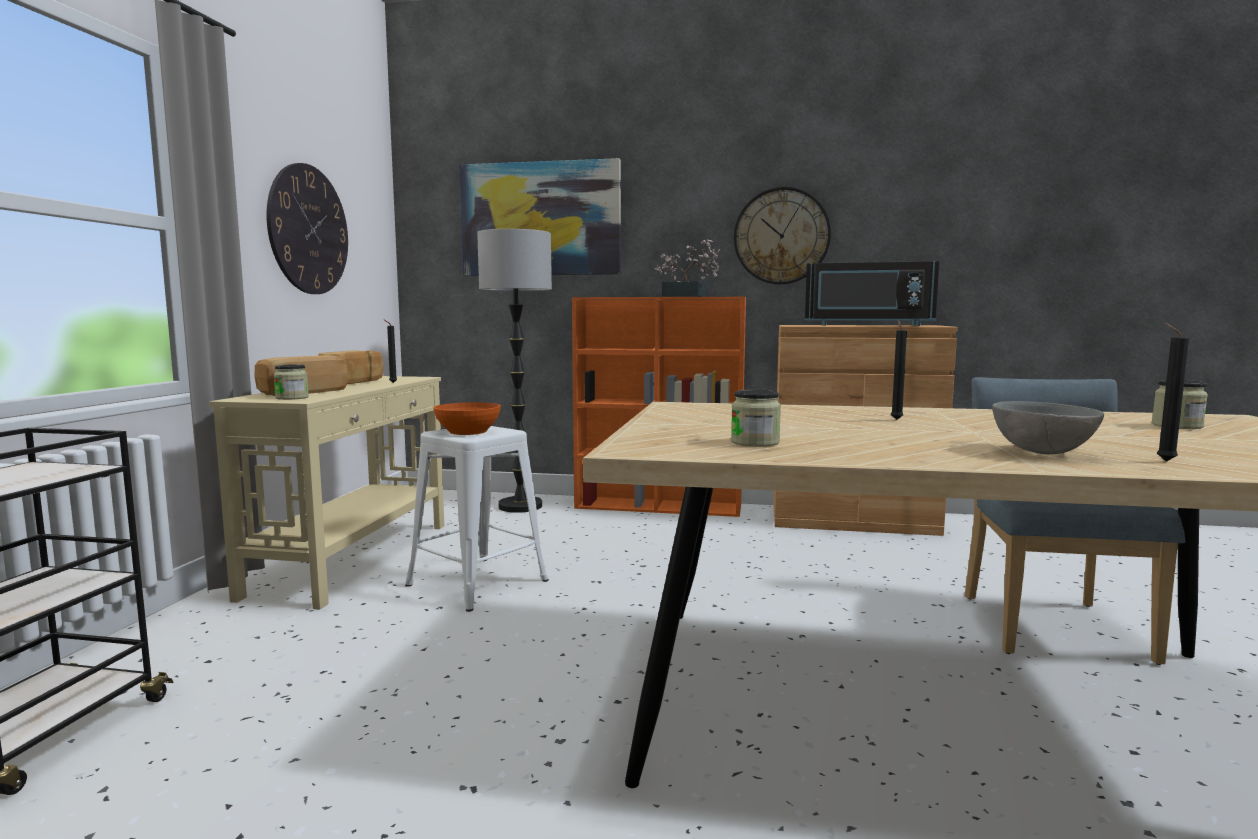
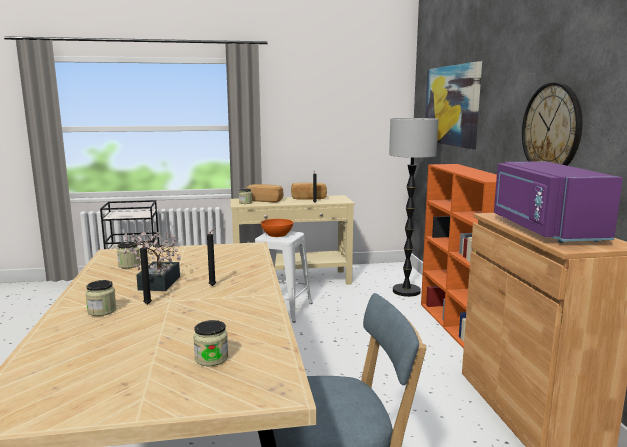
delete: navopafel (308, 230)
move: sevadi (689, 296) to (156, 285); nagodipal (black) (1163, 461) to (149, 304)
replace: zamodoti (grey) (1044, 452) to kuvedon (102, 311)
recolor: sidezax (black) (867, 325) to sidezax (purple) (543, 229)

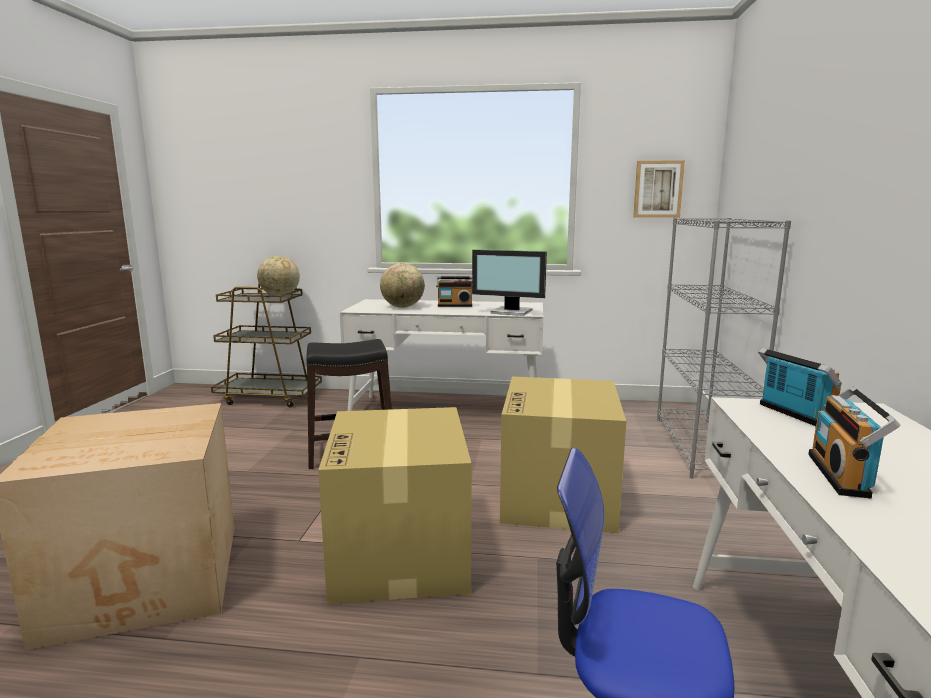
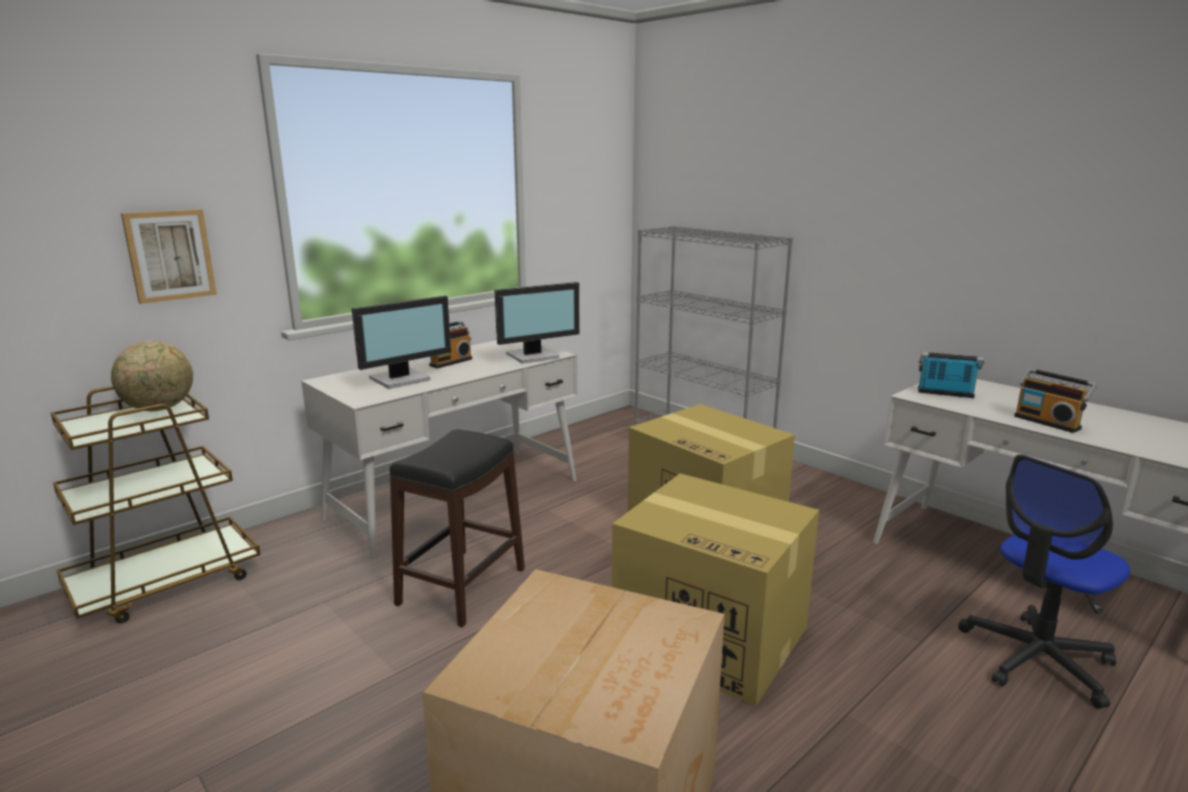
move: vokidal (658, 189) to (170, 255)
replace: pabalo (403, 307) to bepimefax (401, 379)

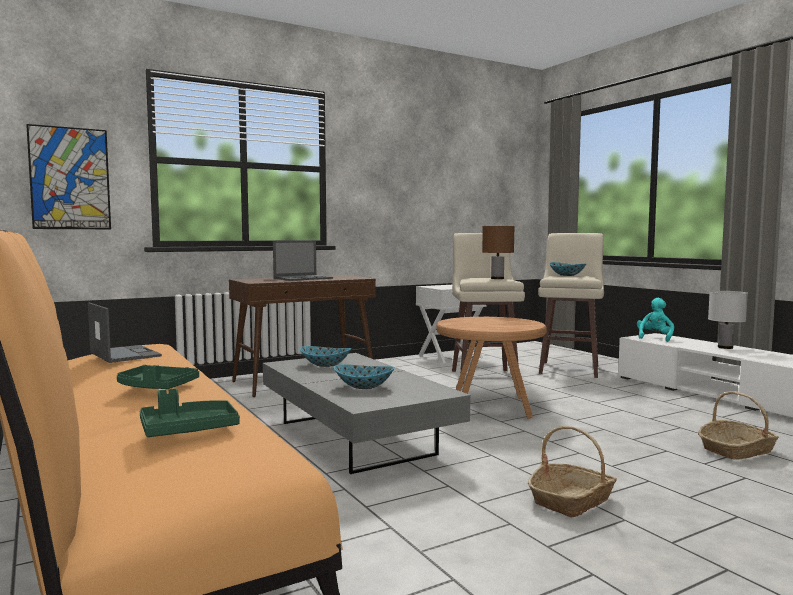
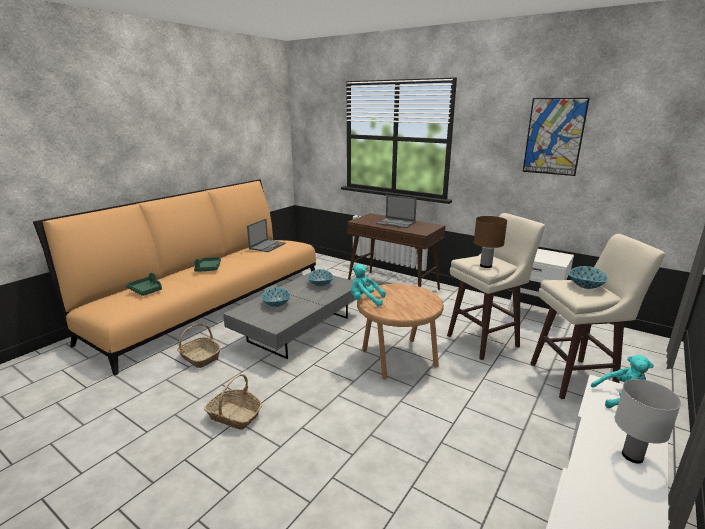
insert: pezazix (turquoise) (365, 301)
move: vokidal (70, 178) to (554, 136); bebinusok (736, 450) to (199, 357)

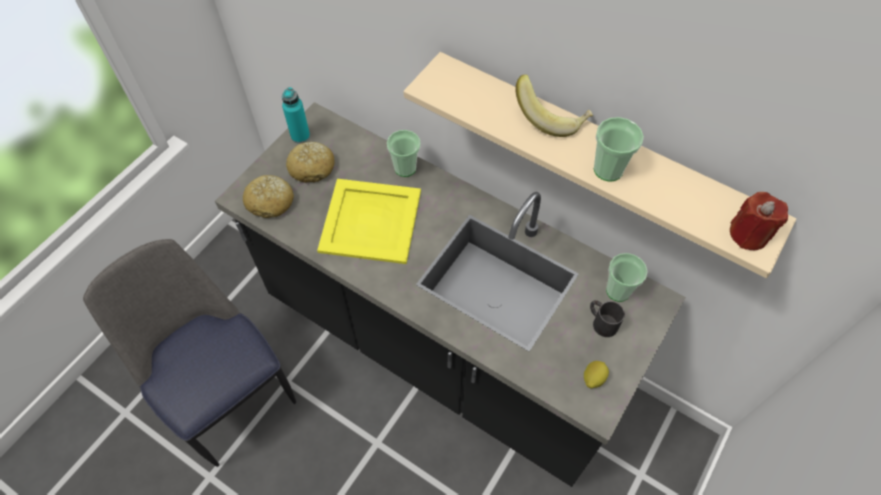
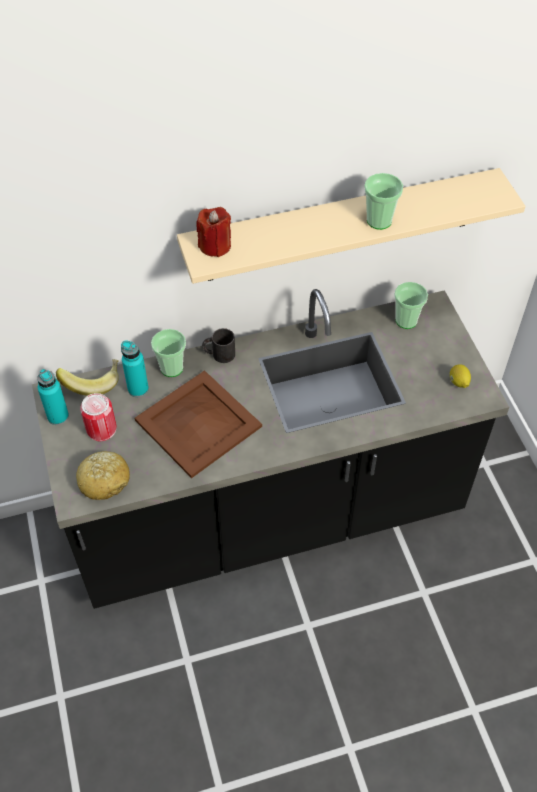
delete: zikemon (226, 393)
insert: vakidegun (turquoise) (138, 389)
move: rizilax (551, 117) to (92, 382); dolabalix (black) (601, 321) to (219, 354); nagodipal (red) (748, 234) to (215, 246)
replace: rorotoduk (312, 168) to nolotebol (101, 429)
recolor: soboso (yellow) (371, 222) to soboso (brown) (199, 423)

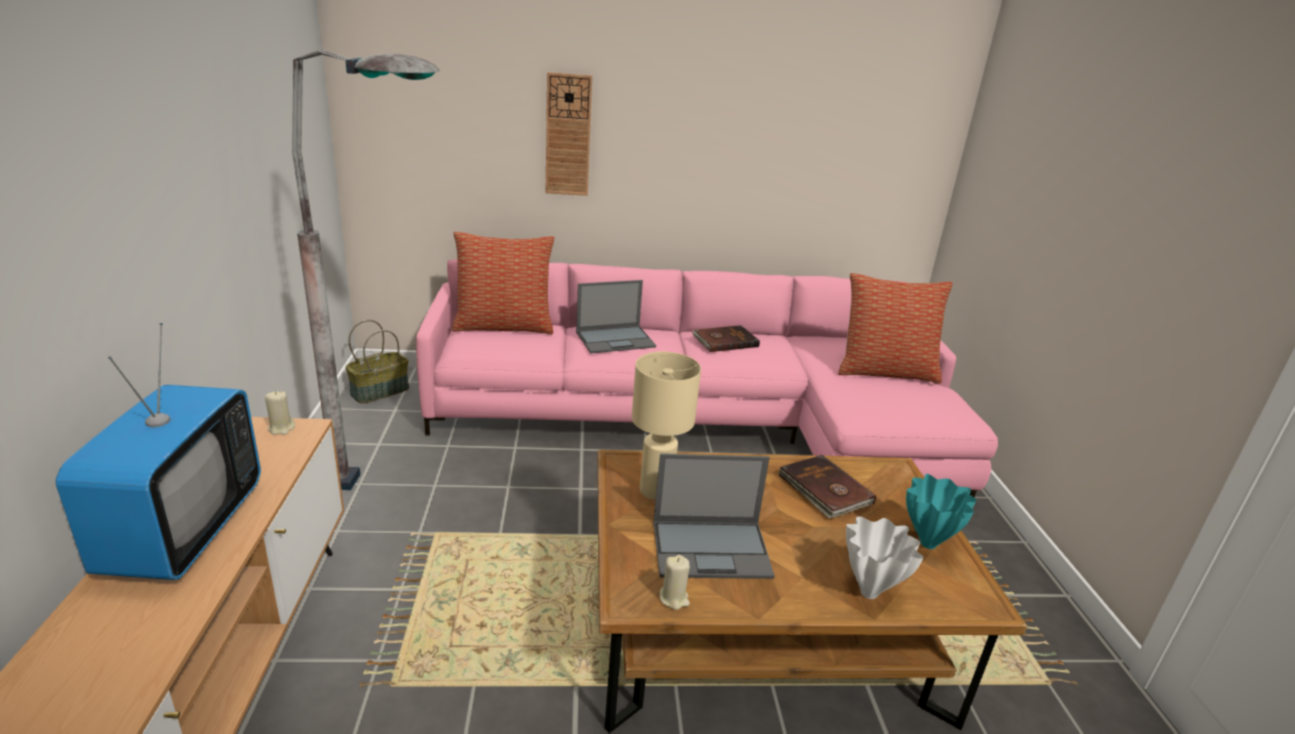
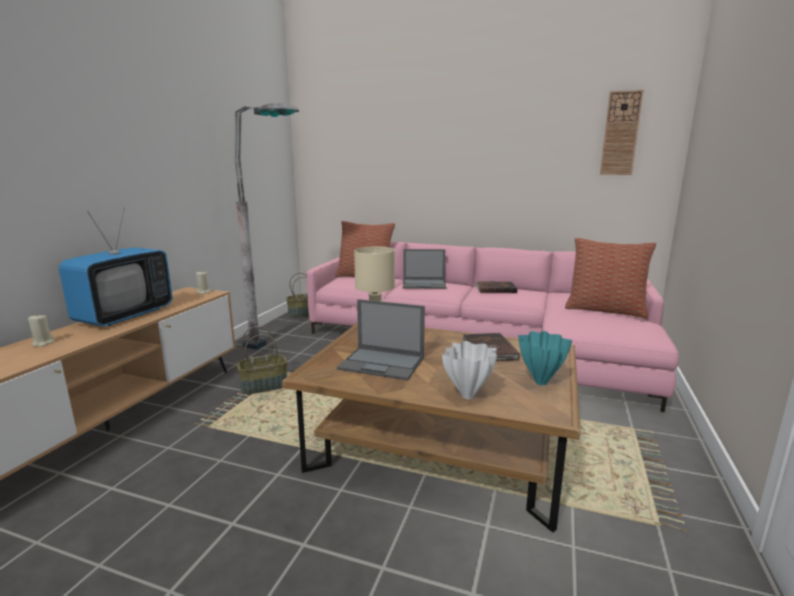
insert: bebinusok (264, 386)
move: navopafel (568, 135) to (620, 133); nagodipal (beige) (674, 598) to (43, 343)

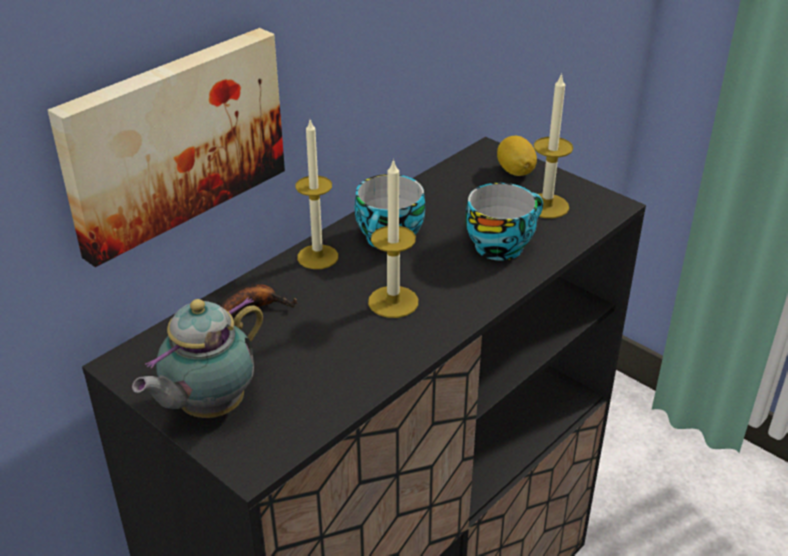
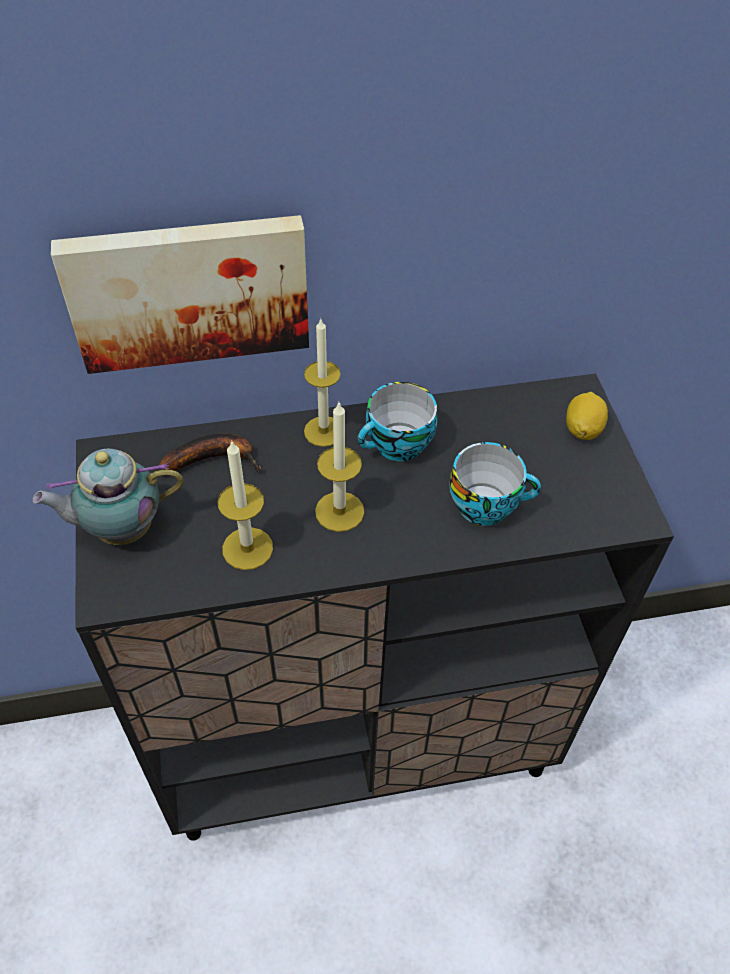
move: nagodipal (546, 206) to (247, 548)

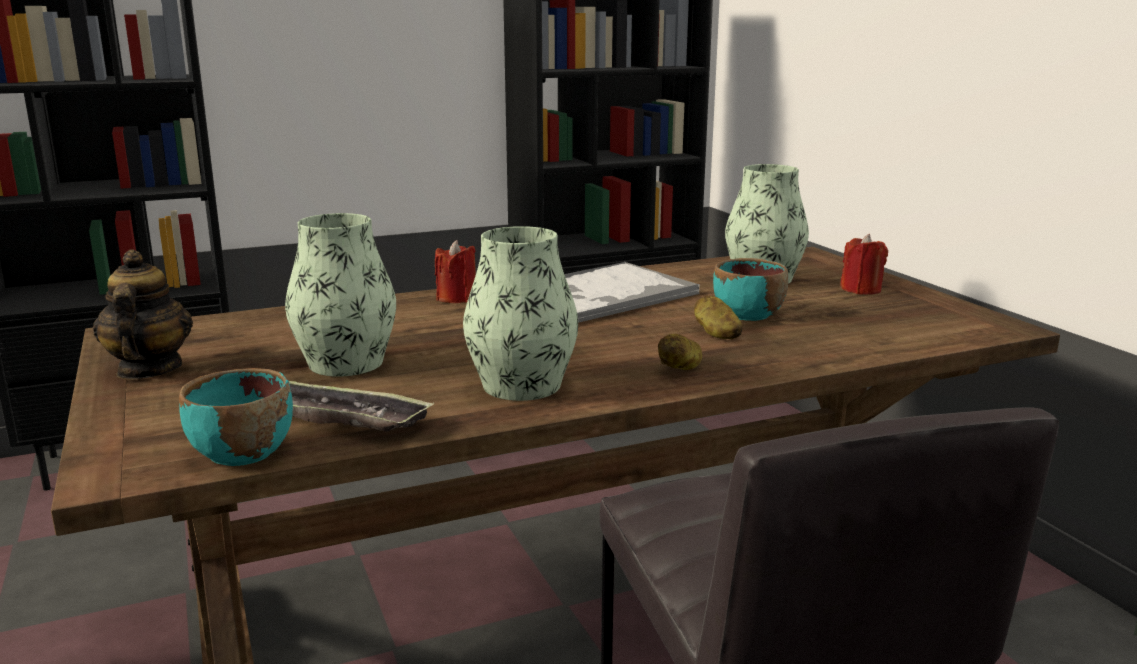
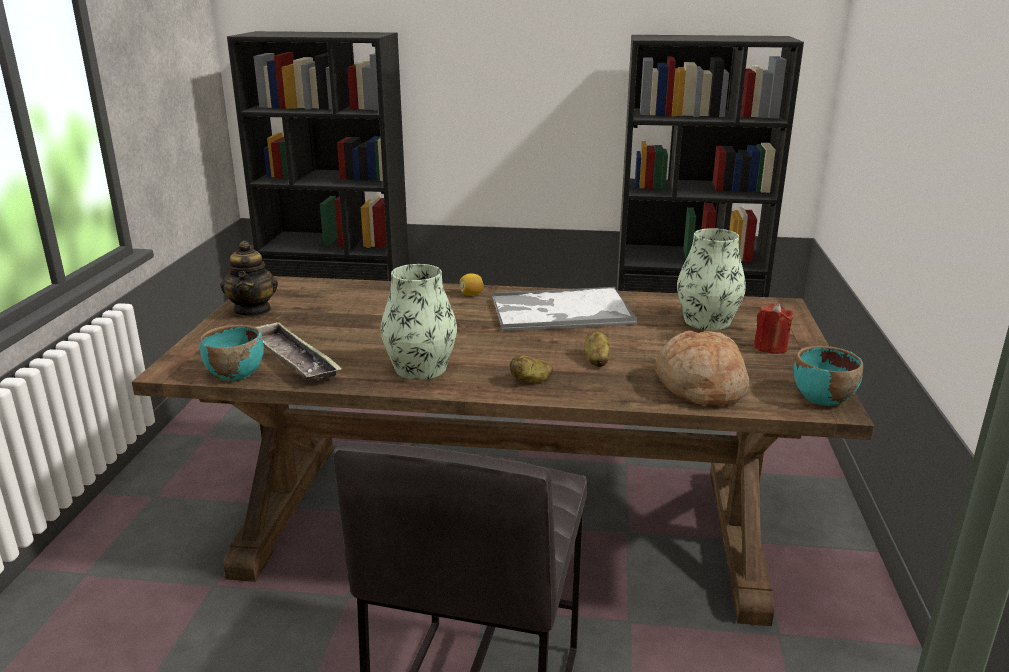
delete: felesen (346, 363)
insert: rorotoduk (700, 386)
move: zamodoti (turquoise) (747, 315) to (822, 397)
replace: nagodipal (red) (457, 298) to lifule (471, 294)
rotate: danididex (148, 370) = (253, 310) 150 degrees clockwise

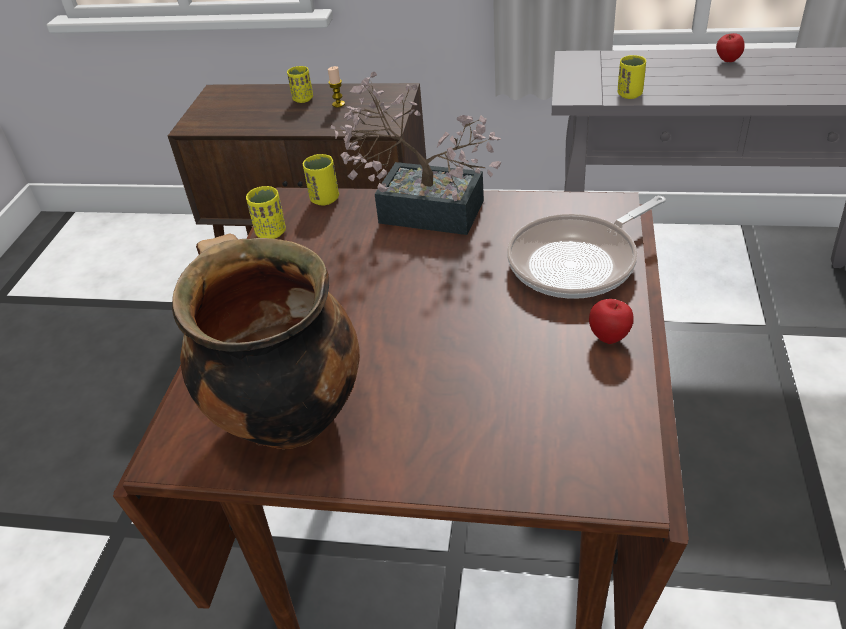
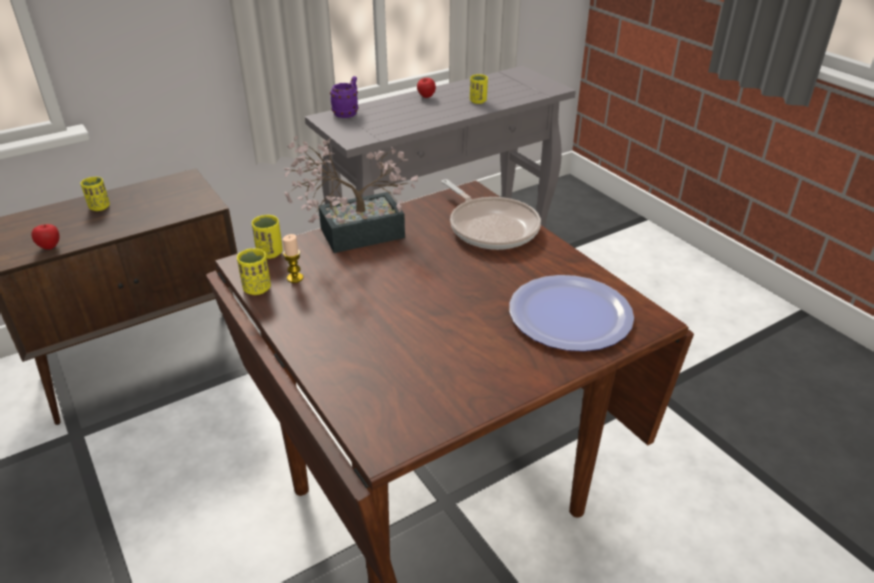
delete: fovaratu (286, 416)
insert: dolabalix (purple) (348, 113); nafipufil (570, 314)
move: nagodipal (338, 104) to (295, 278); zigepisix (609, 338) to (50, 247); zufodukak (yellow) (629, 94) to (478, 101)
rotate: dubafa (578, 262) = (491, 227) 45 degrees counterclockwise

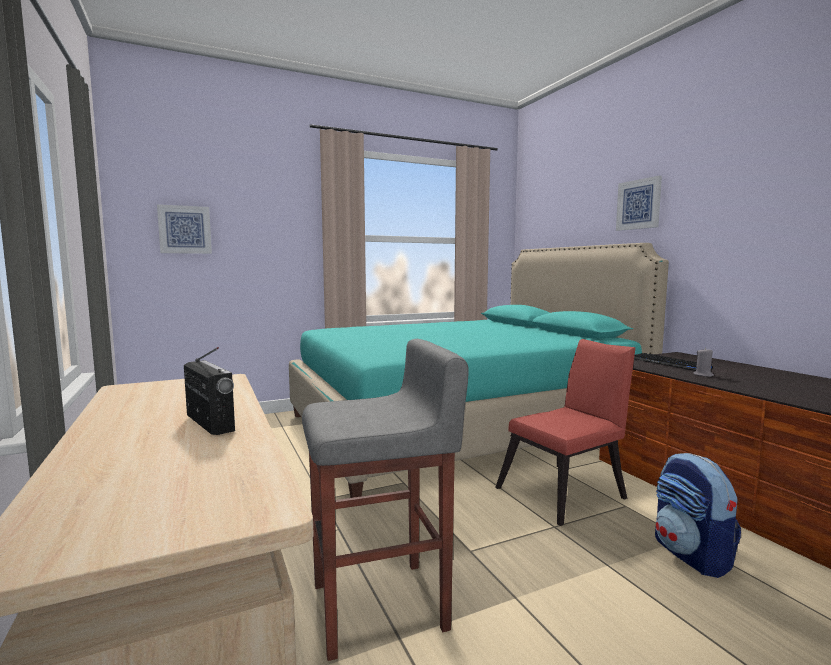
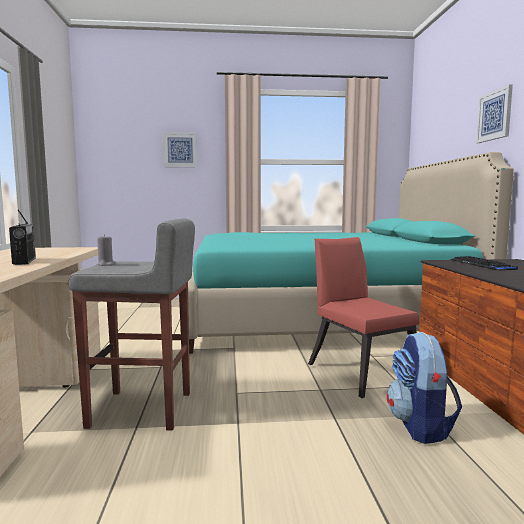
move: vokidal (185, 229) to (180, 150); nagodipal (grey) (703, 375) to (106, 264)
rotate: zikemon (red) (567, 492) = (359, 370) 105 degrees counterclockwise

